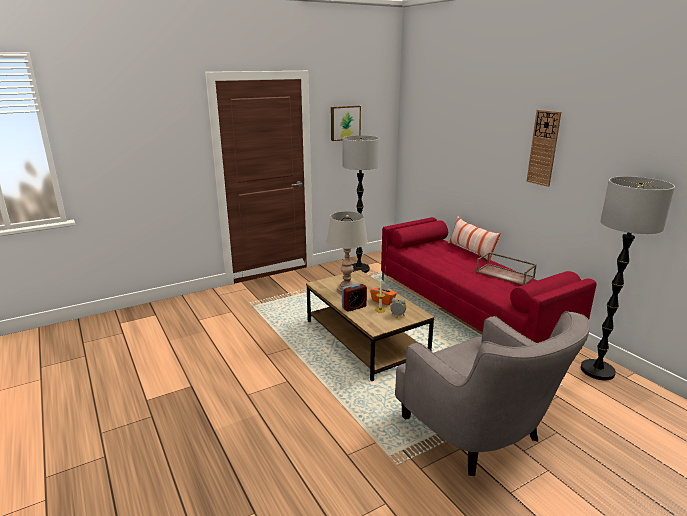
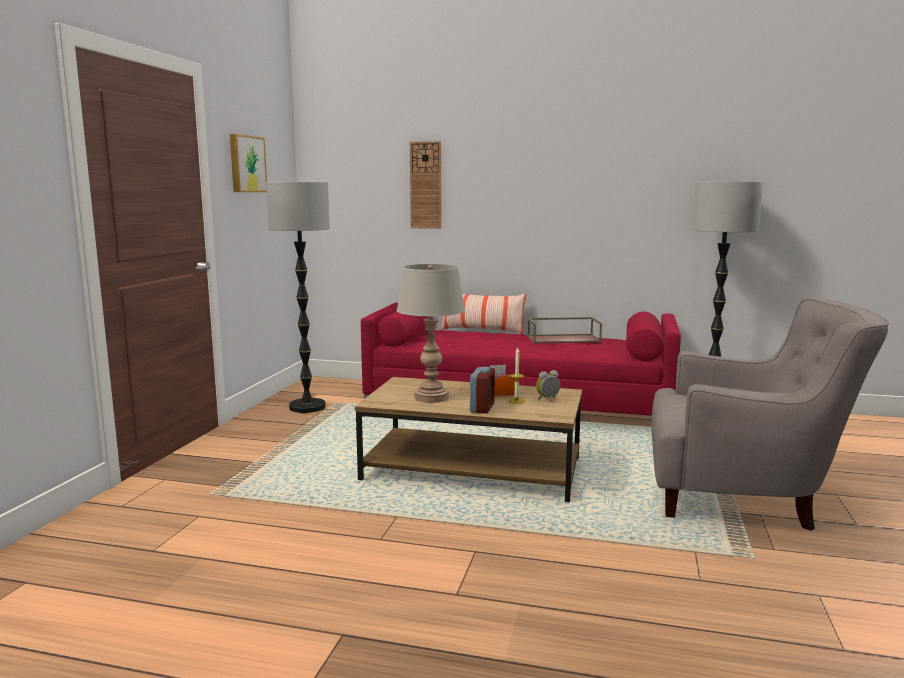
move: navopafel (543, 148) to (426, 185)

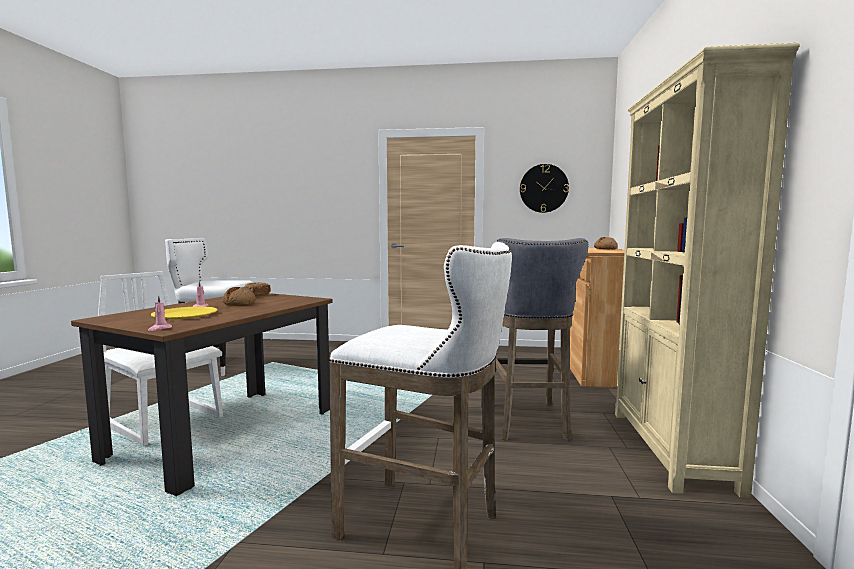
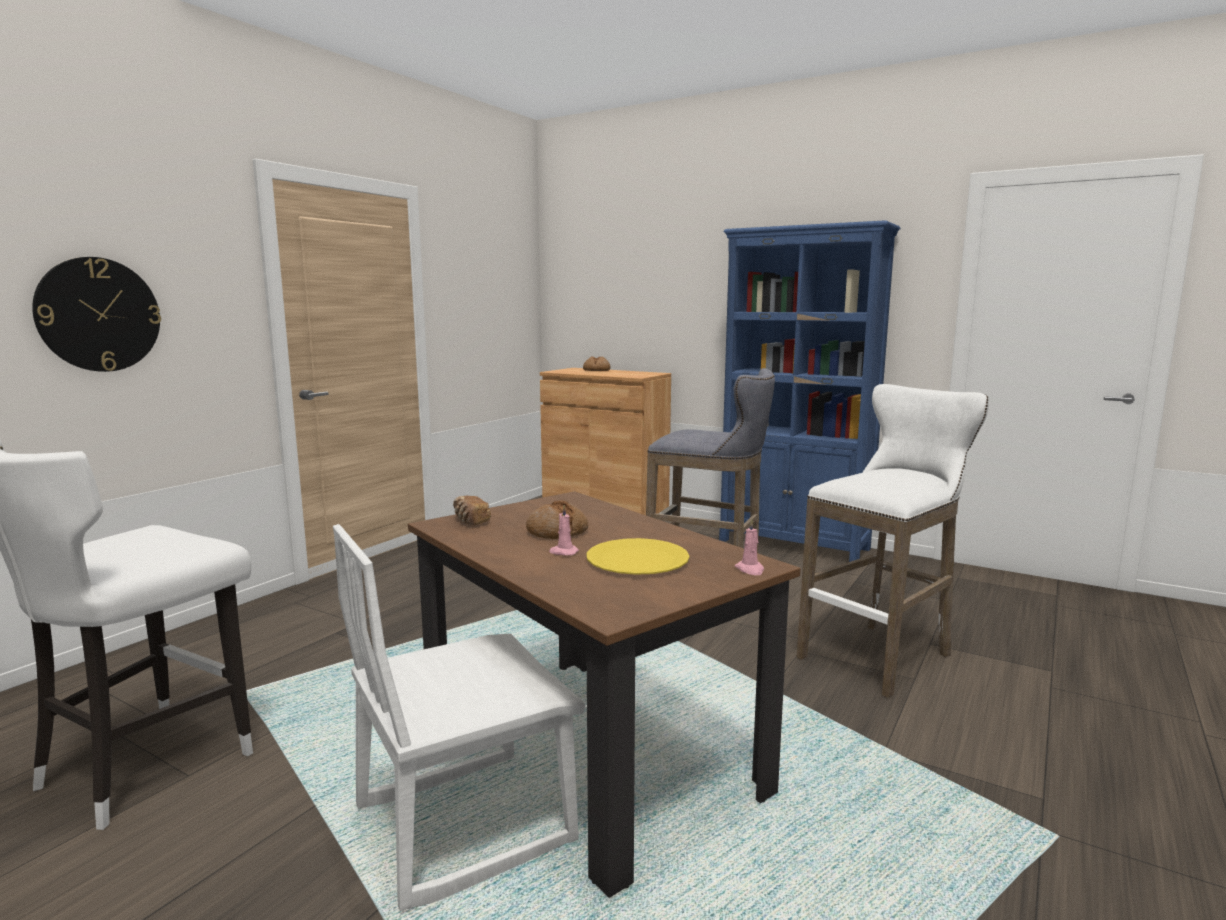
move: navopafel (543, 188) to (98, 315)
recolor: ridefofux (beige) (671, 449) to ridefofux (blue) (794, 544)

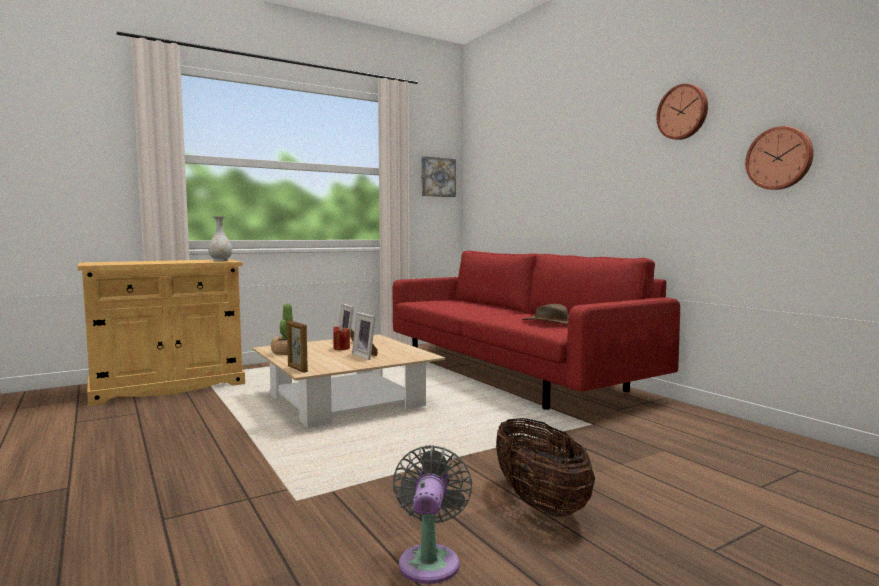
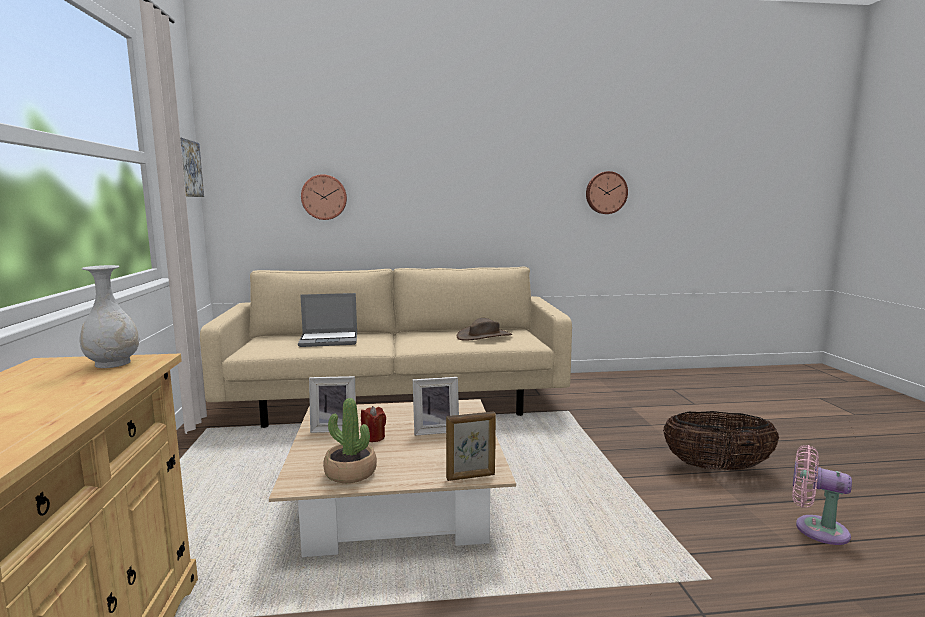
insert: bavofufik (330, 340)
move: navopafel (683, 112) to (324, 197)
recolor: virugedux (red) (508, 373) to virugedux (beige) (395, 400); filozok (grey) (430, 560) to filozok (pink) (815, 529)

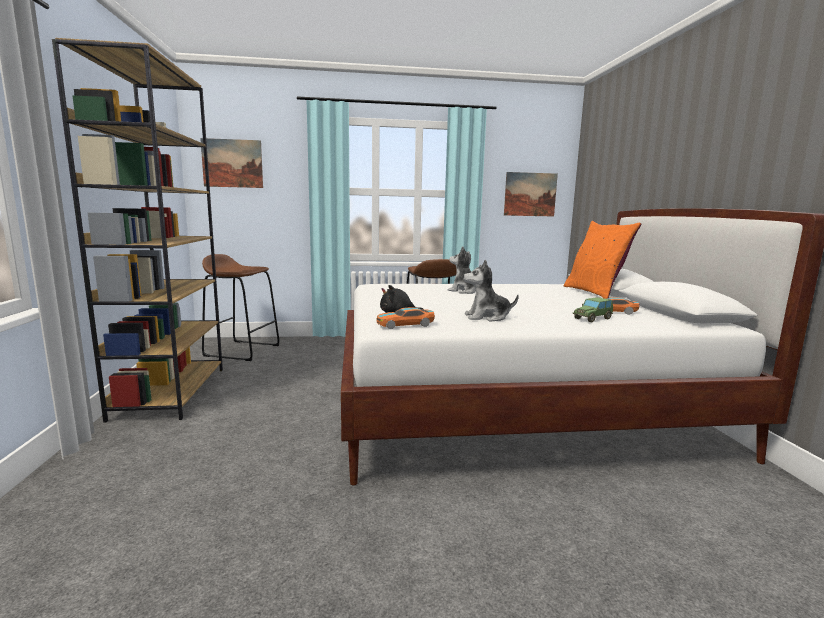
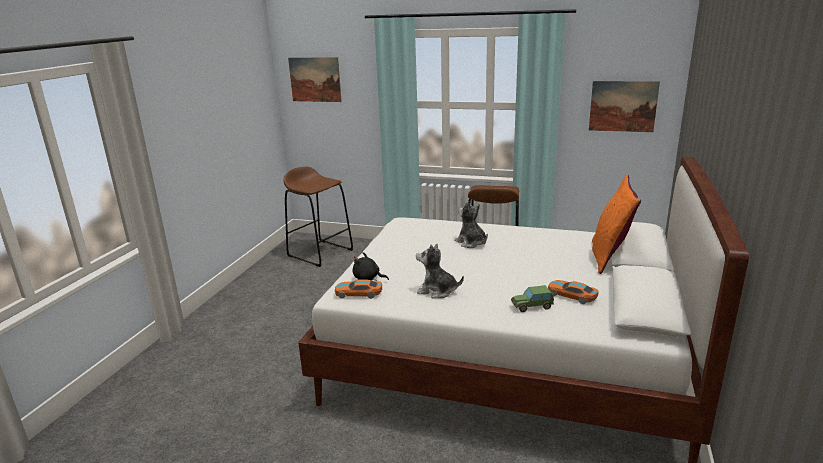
delete: ridefofux (brown) (171, 392)

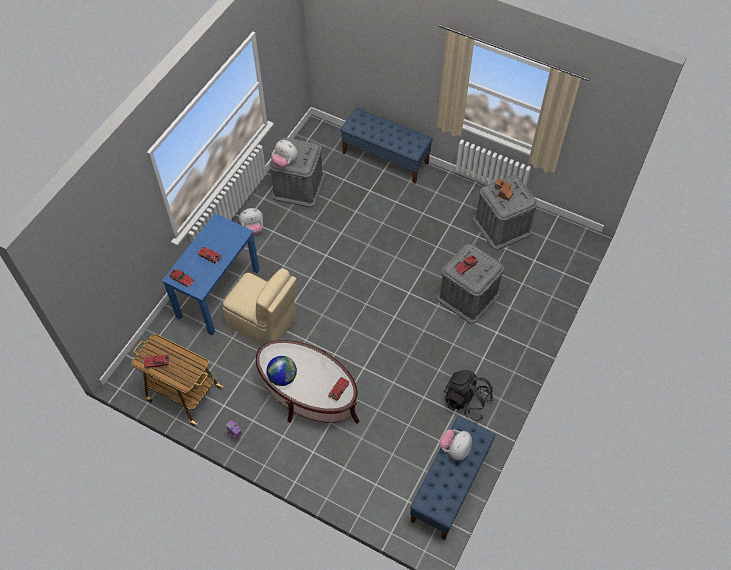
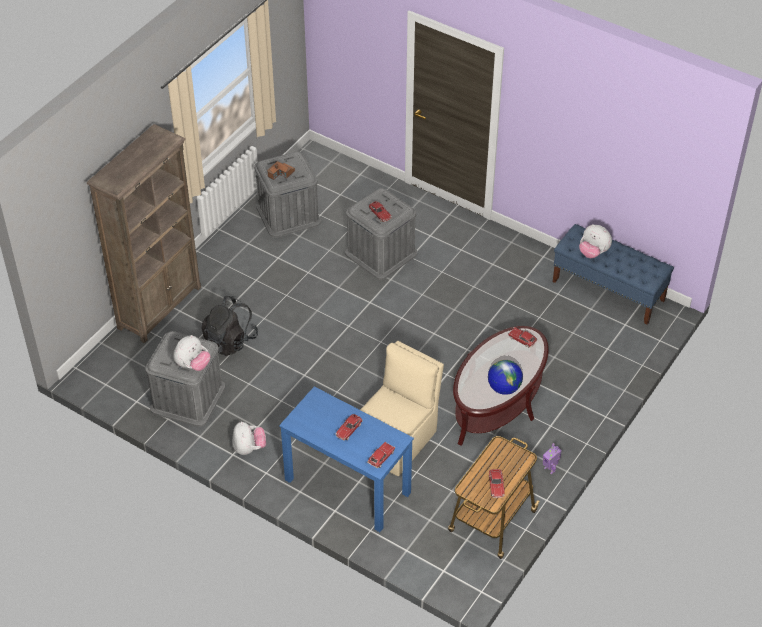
move: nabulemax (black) (466, 401) to (230, 341)
replace: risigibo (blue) (385, 158) to ridefofux (brown) (160, 307)

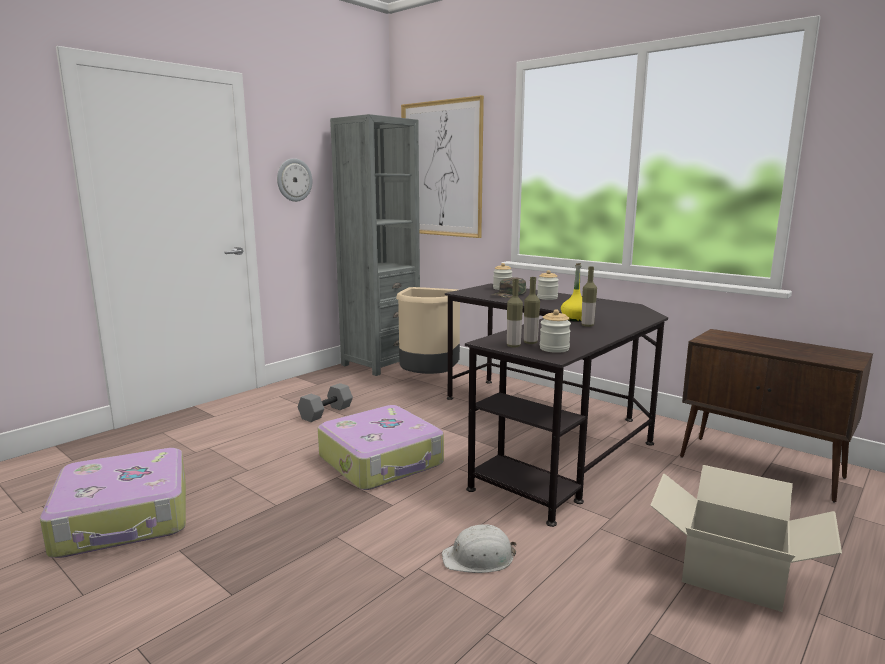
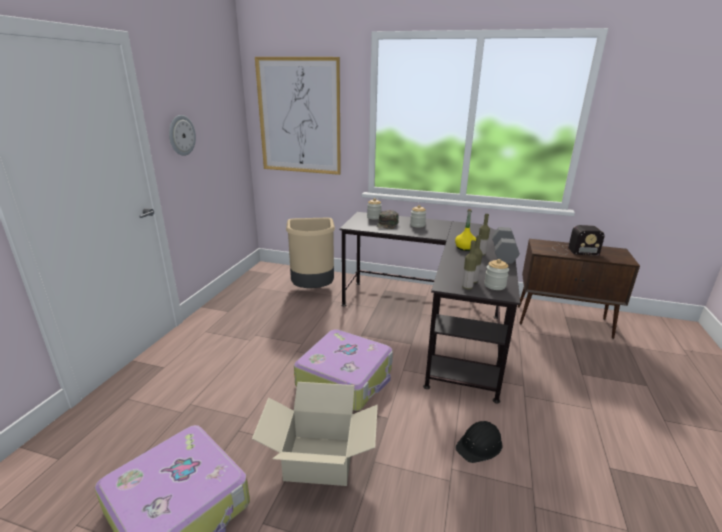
delete: ridefofux (grey) (381, 363)
insert: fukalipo (573, 250)
move: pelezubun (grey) (326, 412) to (502, 254); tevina (732, 573) to (319, 459)
recolor: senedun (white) (479, 558) to senedun (black) (480, 445)

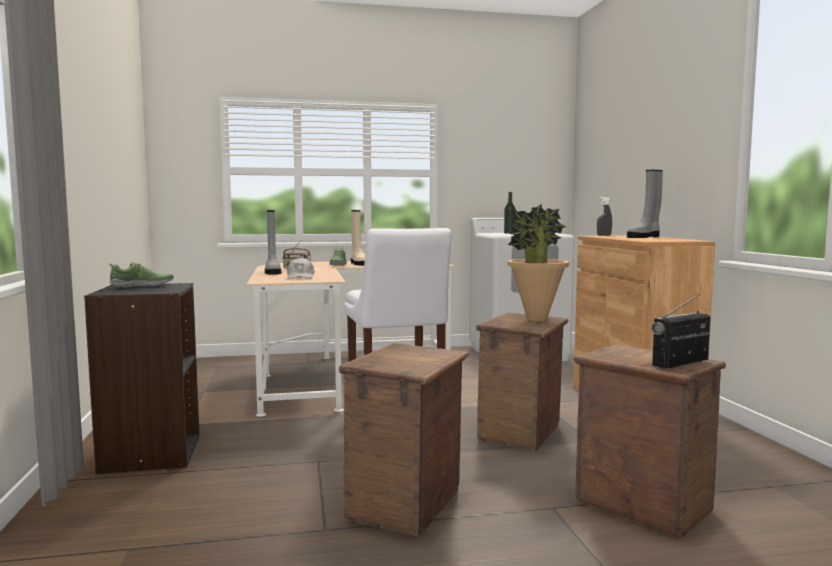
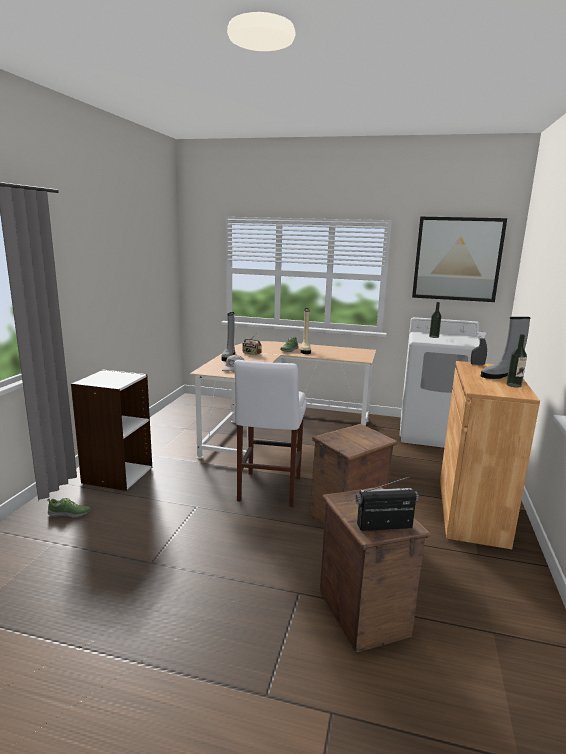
delete: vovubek (406, 504); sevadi (536, 319)
insert: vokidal (457, 259); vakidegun (513, 385)
move: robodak (142, 286) to (69, 514)
recolor: ridefofux (black) (150, 453) to ridefofux (white) (117, 474)

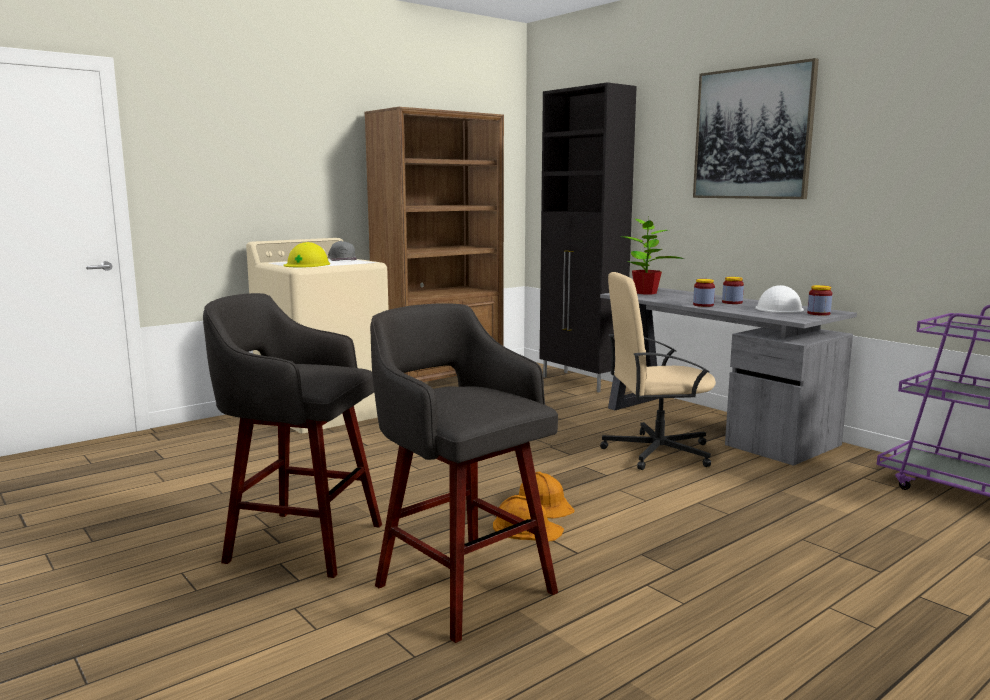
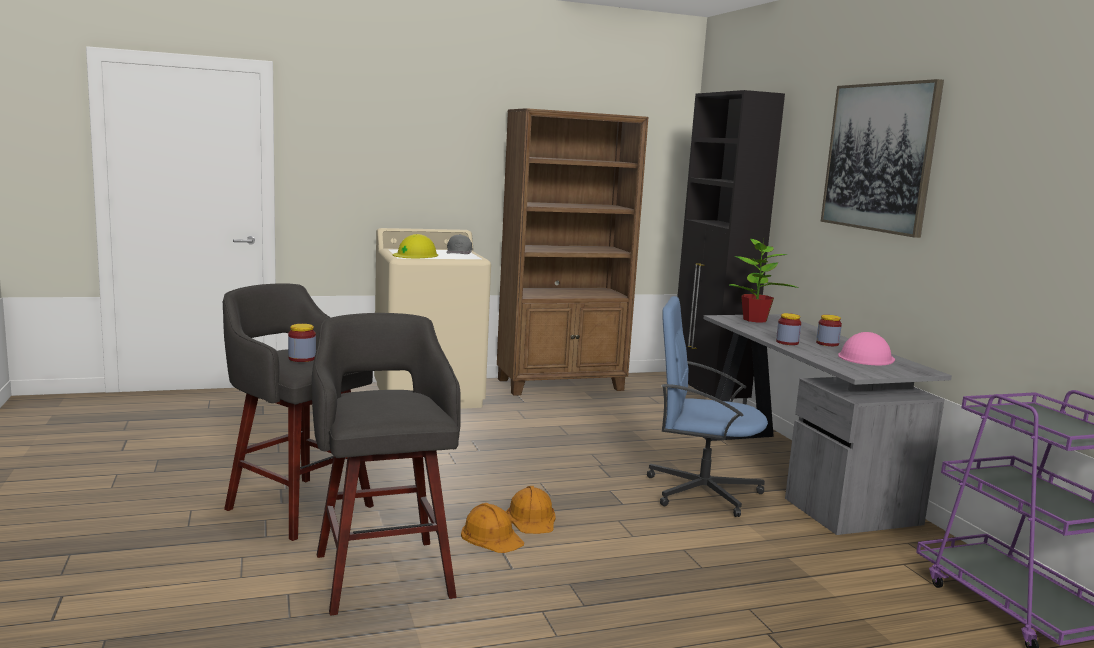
move: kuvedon (818, 313) to (302, 358)
recolor: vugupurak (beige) (656, 452) to vugupurak (blue) (700, 491); senedun (white) (779, 308) to senedun (pink) (866, 358)

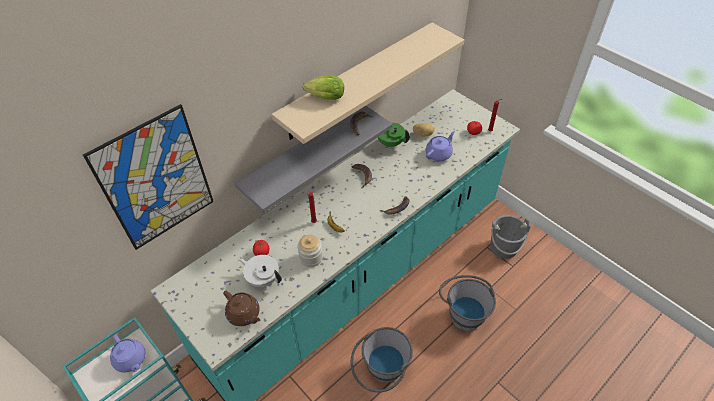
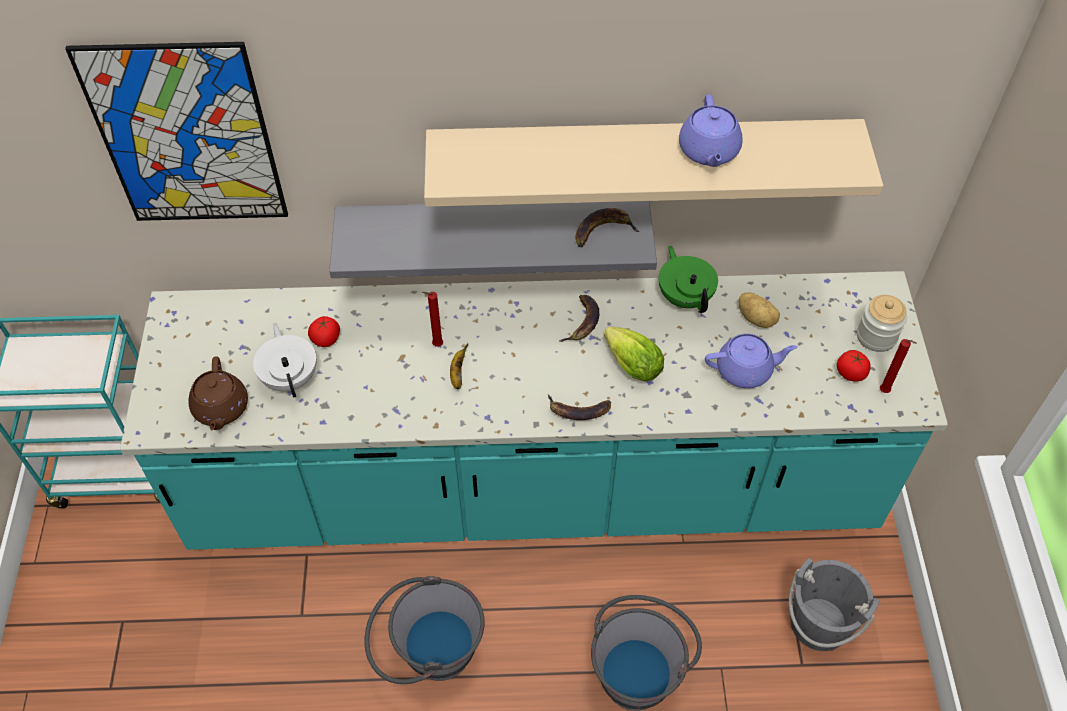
move: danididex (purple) (131, 360) to (708, 151); kuvedon (311, 258) to (876, 336); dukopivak (324, 97) to (629, 363)

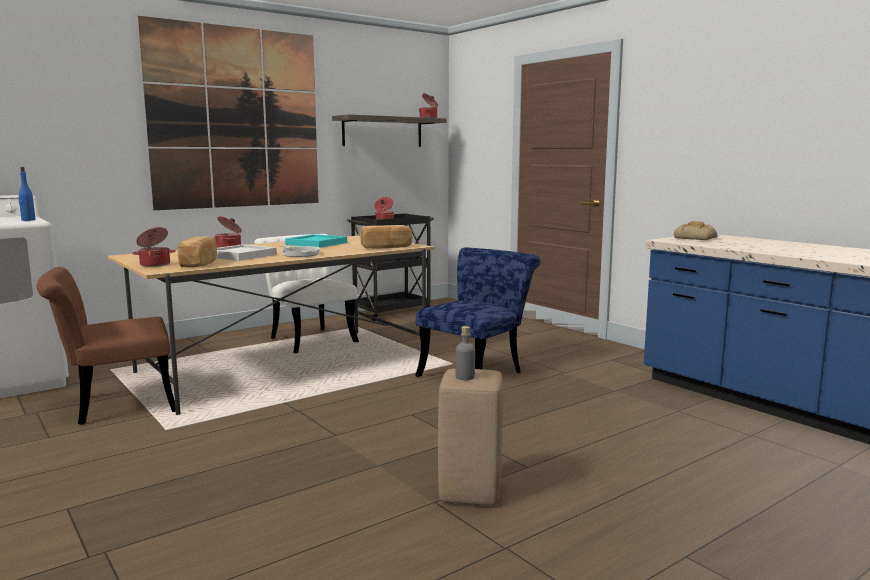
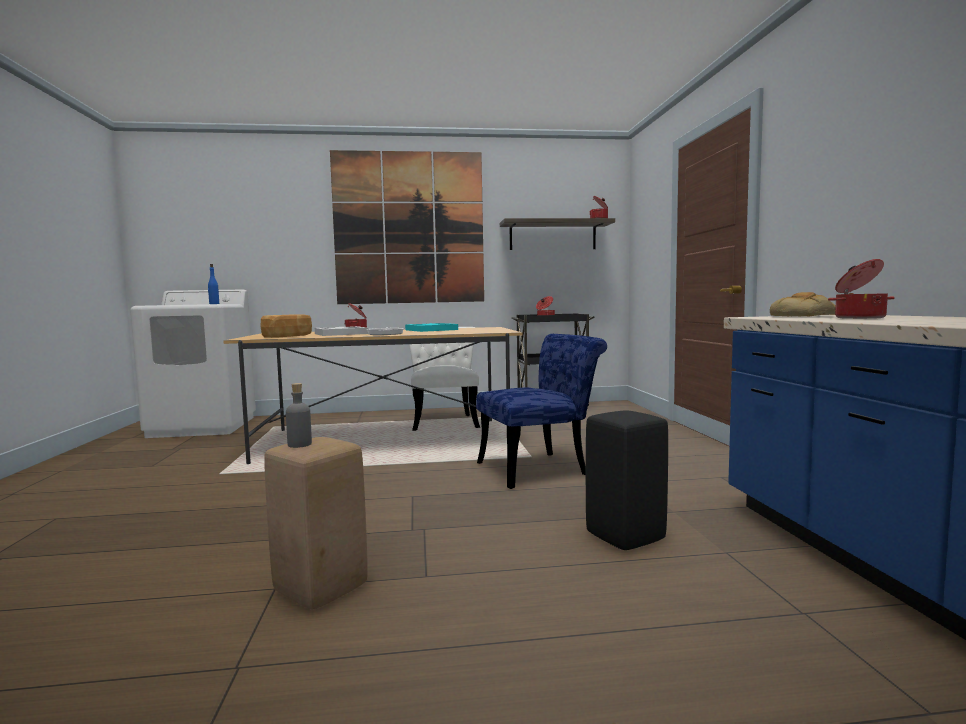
delete: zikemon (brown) (114, 406); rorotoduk (386, 247)
insert: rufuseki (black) (627, 537)
move: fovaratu (155, 264) to (859, 318)

